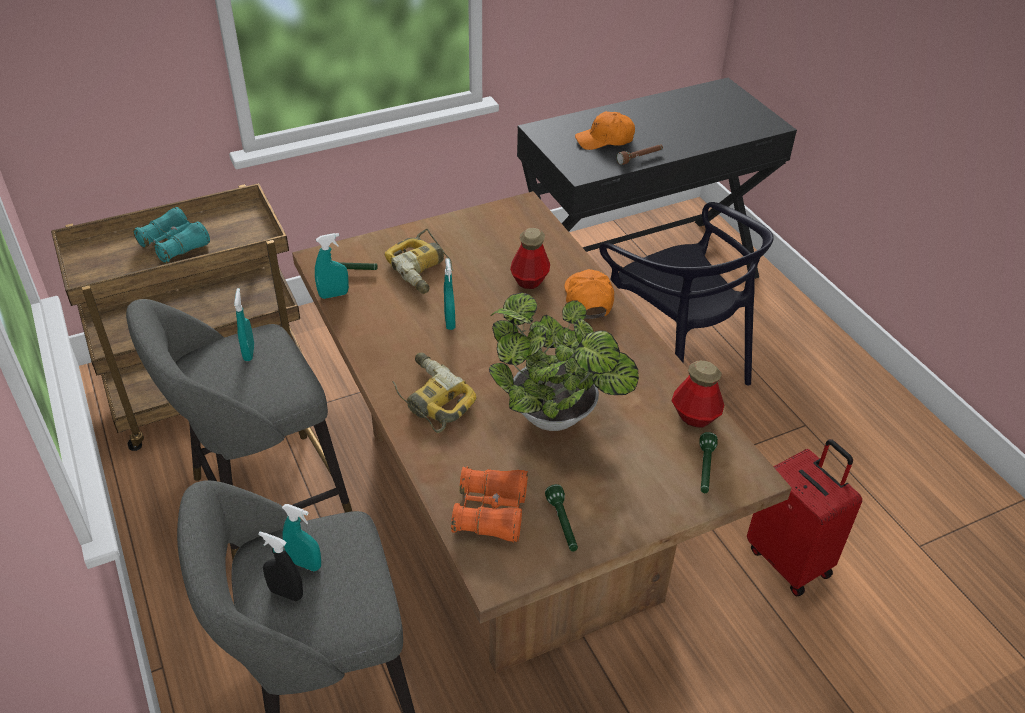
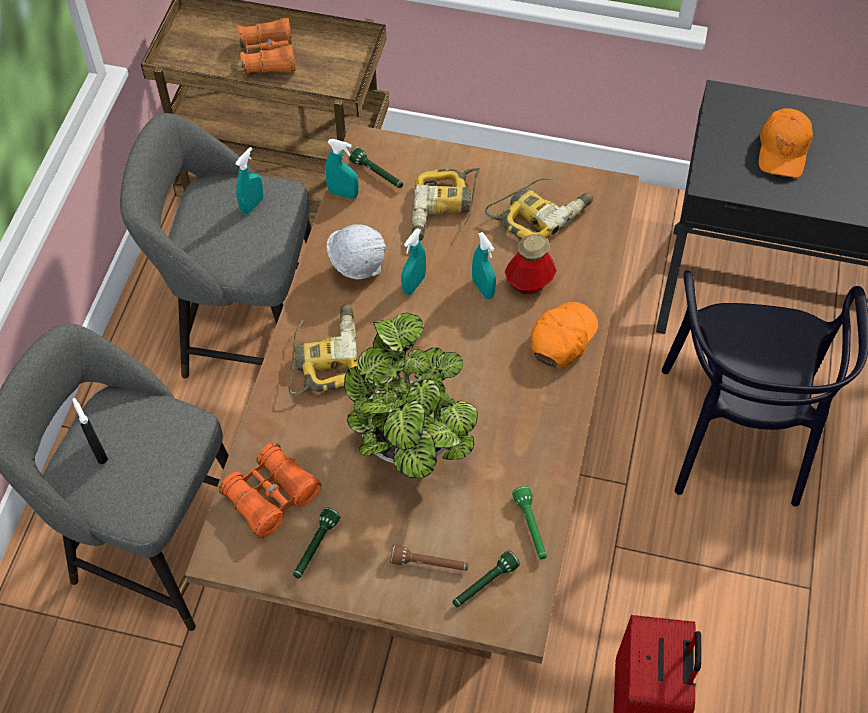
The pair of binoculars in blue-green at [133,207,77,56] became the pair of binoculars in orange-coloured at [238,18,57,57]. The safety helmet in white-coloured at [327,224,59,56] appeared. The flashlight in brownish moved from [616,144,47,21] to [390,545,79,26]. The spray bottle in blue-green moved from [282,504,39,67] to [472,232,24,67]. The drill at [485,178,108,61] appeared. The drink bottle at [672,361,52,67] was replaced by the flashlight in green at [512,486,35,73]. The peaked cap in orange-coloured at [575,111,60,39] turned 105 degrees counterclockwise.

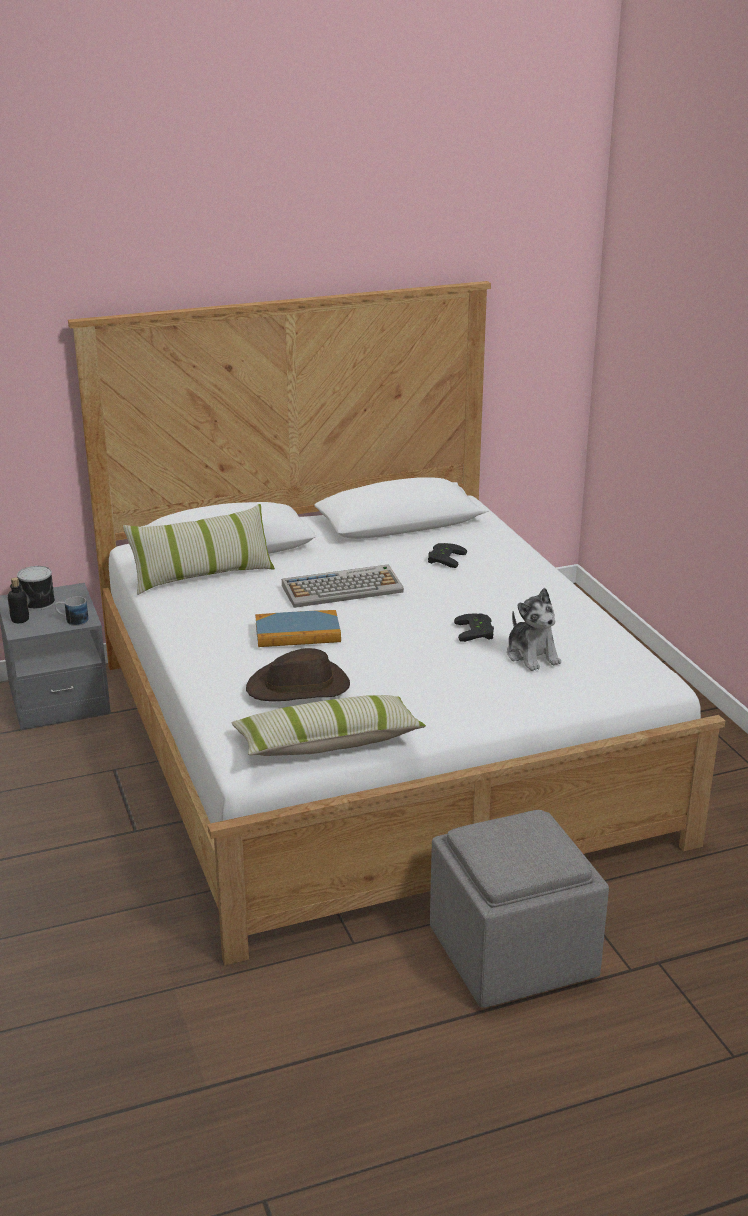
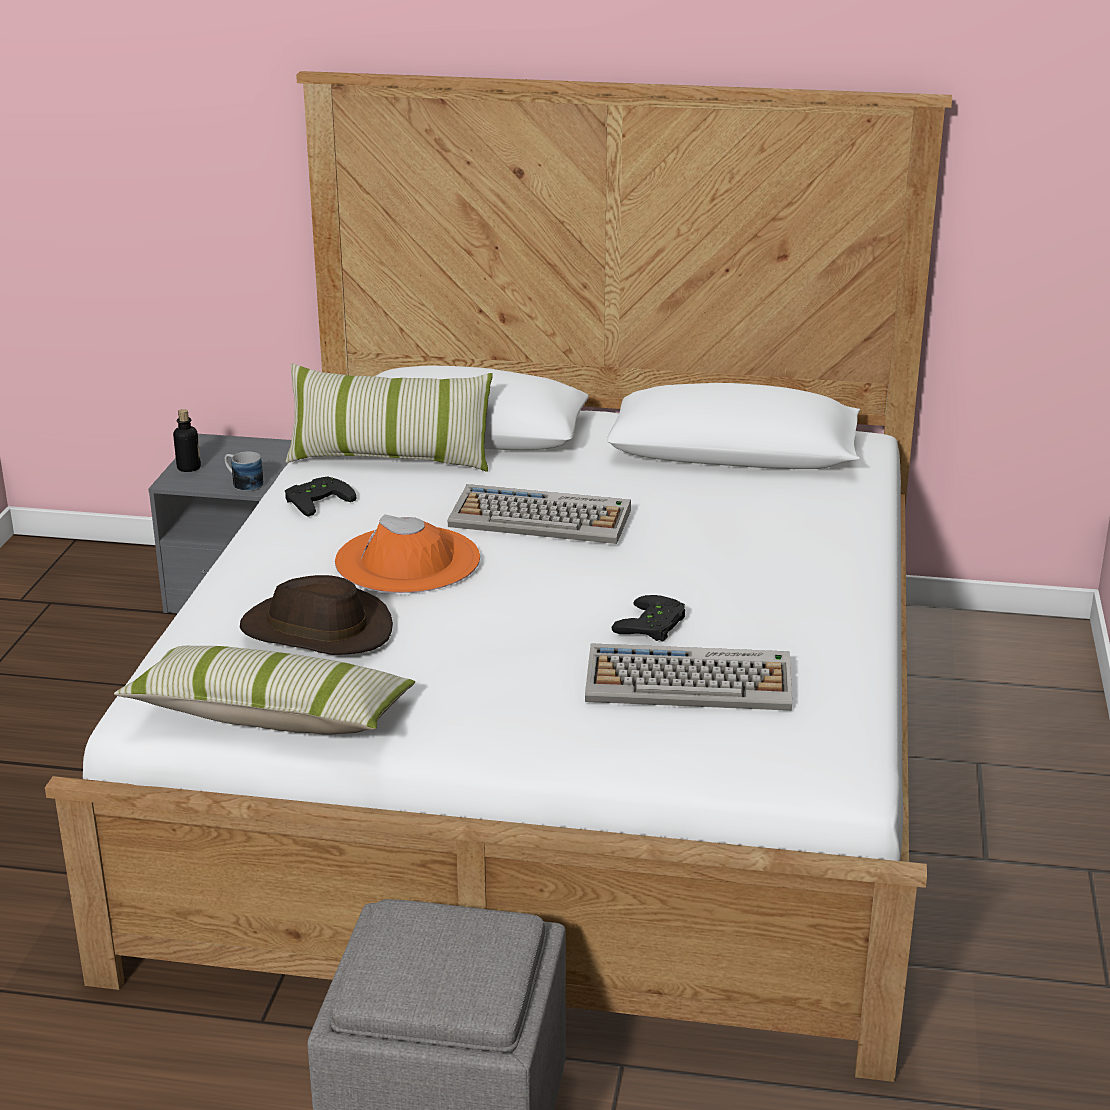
The gamepad in blackish moved from [428,543,39,25] to [285,476,72,41]. The bound book at [255,610,86,37] was replaced by the hat in orange-coloured at [335,514,145,79]. The cuddly toy at [507,588,54,83] was replaced by the PC keyboard at [585,643,207,68]. The metal can at [17,566,38,45] disappeared.

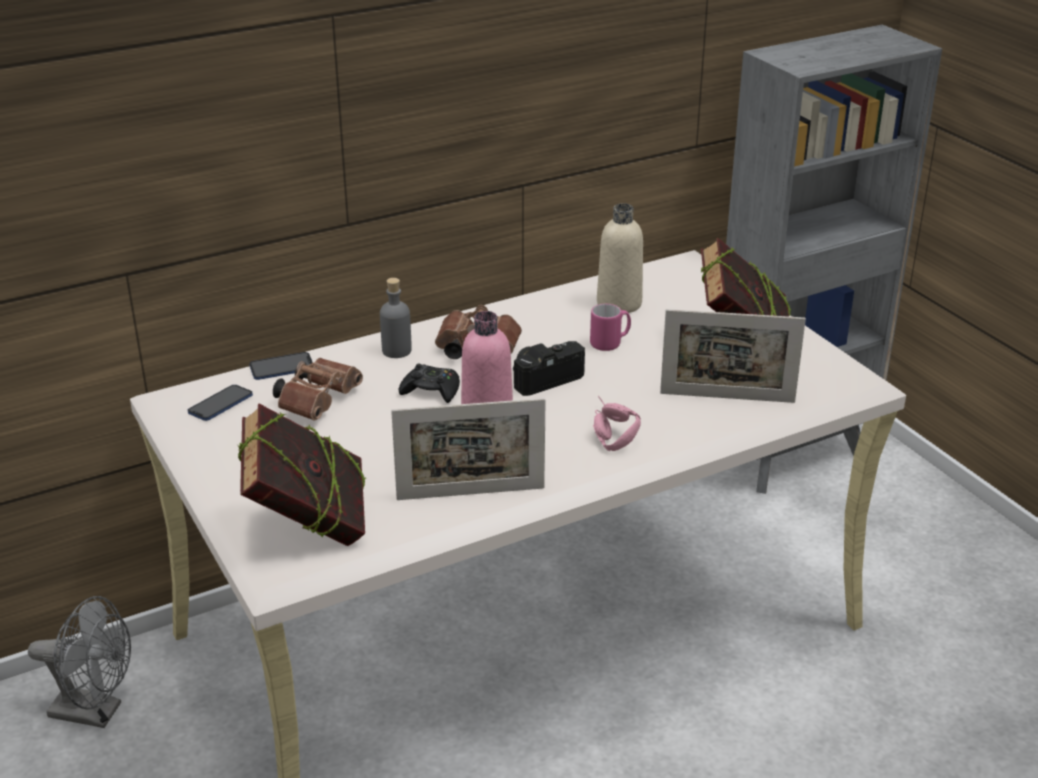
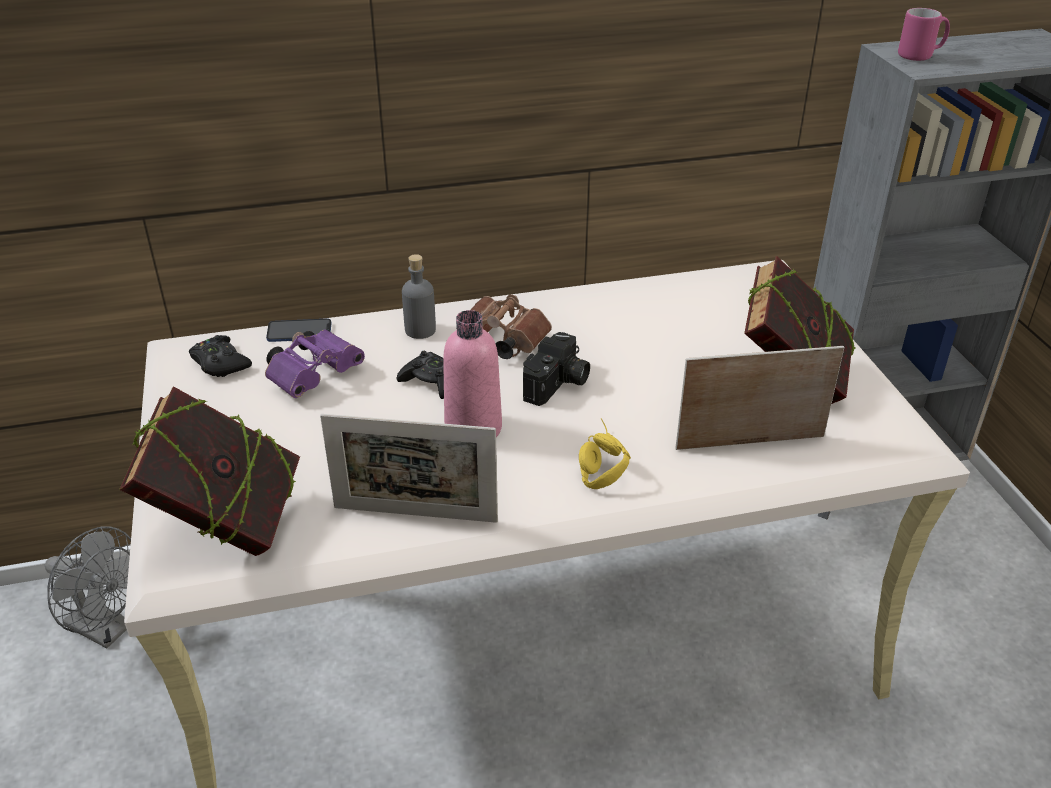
The phone at [188,385,65,36] was replaced by the gamepad in blackish at [189,335,63,42]. The pair of binoculars in brownish at [273,358,90,63] became the pair of binoculars in purplish at [265,330,100,68]. The still camera at [513,341,72,55] turned 135 degrees clockwise. The headset in pink-coloured at [593,396,48,55] became the headset in yellowish at [579,418,52,71]. The photo frame at [660,309,146,94] turned 150 degrees clockwise. The tea mug in pink-coloured moved from [590,304,41,47] to [898,8,52,53]. The drink bottle in beige-coloured at [597,203,46,110] disappeared.

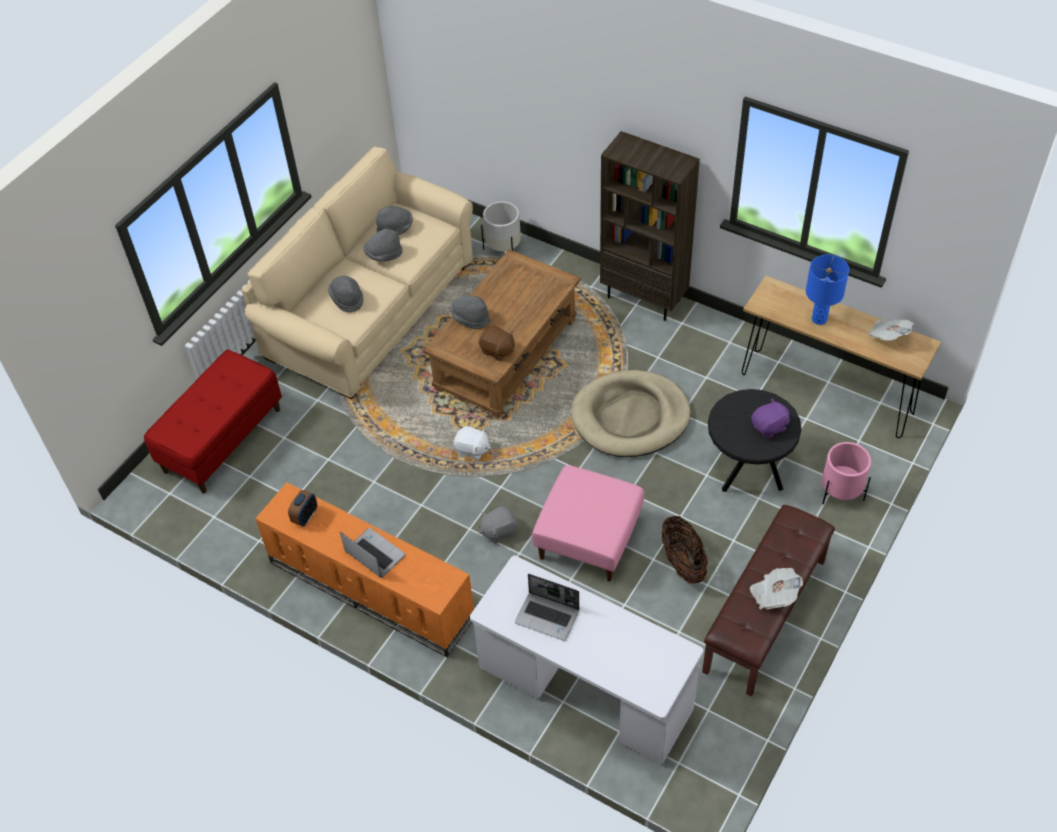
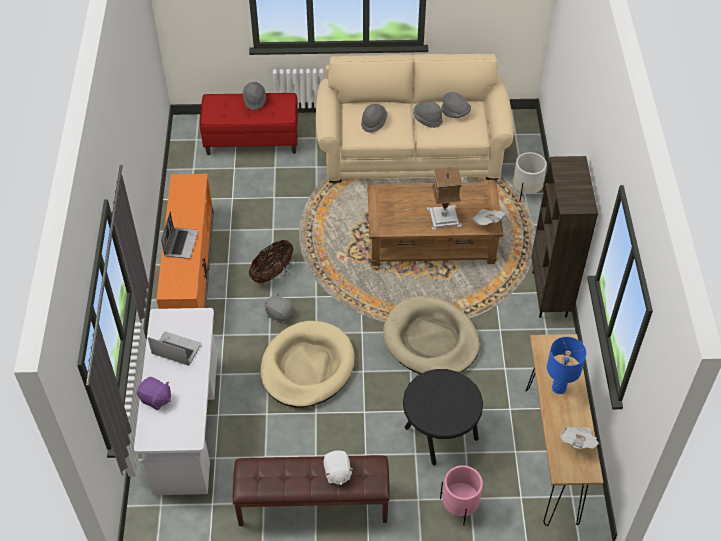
The cuddly toy in purplish moved from [751,398,39,40] to [137,377,34,33]. The notebook computer at [515,574,64,67] turned 120 degrees clockwise. The hat in gray moved from [451,295,39,34] to [243,82,23,28]. The basket moved from [661,516,47,68] to [249,240,44,43]. The ottoman in pink-coloured at [532,465,112,116] was replaced by the pet bed in beige-coloured at [260,321,95,87]. The cuddly toy in white-coloured moved from [454,426,37,34] to [323,450,30,35]. The tabletop lamp at [427,166,36,64] appeared. The daily paper moved from [750,568,53,41] to [471,209,34,16]. The alarm clock at [288,490,29,37] disappeared. The cuddly toy in brownish at [479,326,36,35] disappeared.

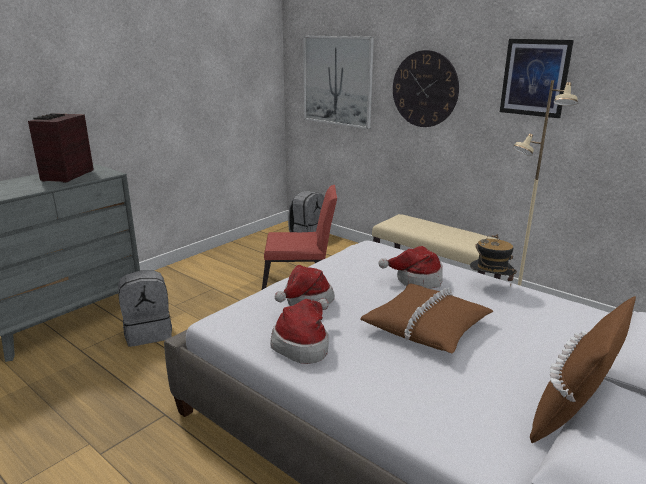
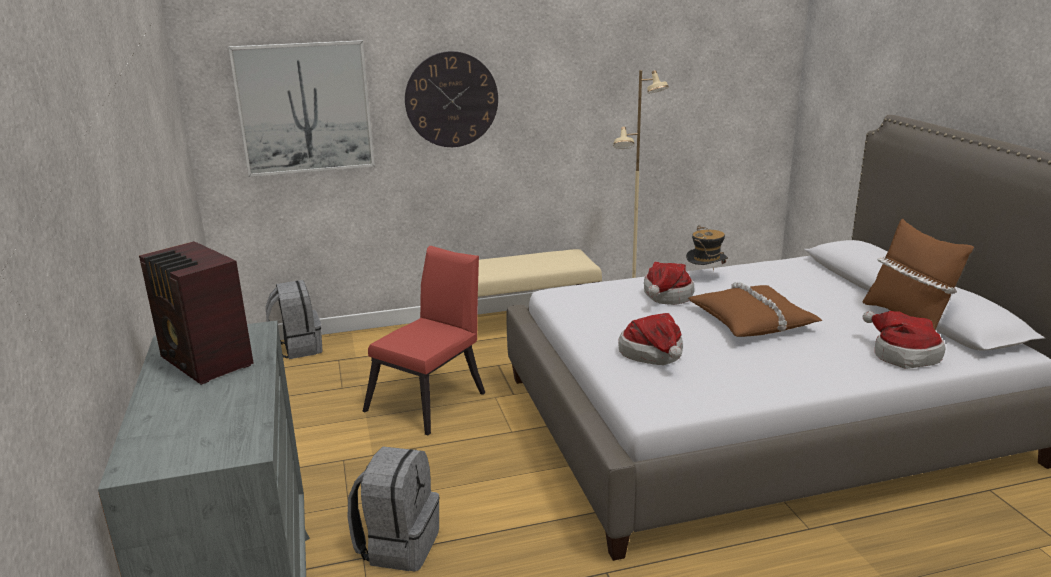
The hat moved from [270,299,59,65] to [863,311,83,58]. The wall art at [500,39,74,79] disappeared.

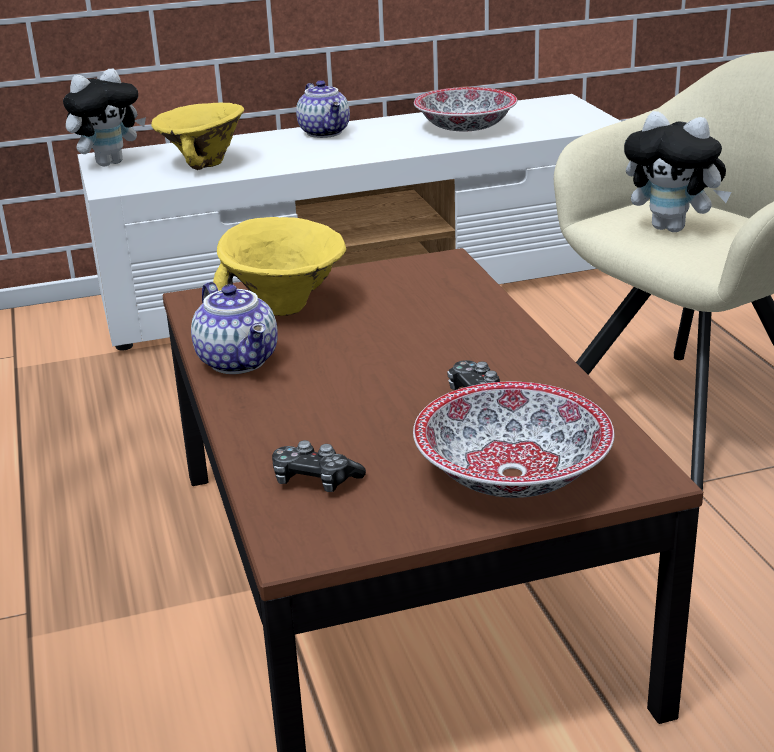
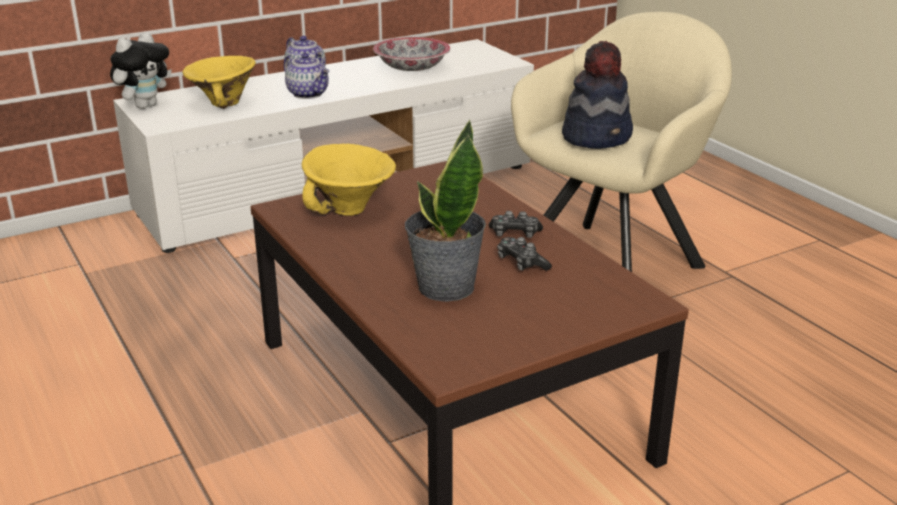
The tea pot moved from [191,281,87,93] to [284,53,45,46]. The plant in a pot at [405,120,81,182] appeared. The gamepad moved from [272,440,94,52] to [489,211,54,27]. The cuddly toy at [624,111,108,121] was replaced by the hat at [562,41,71,108]. The bowl at [413,382,201,116] disappeared.

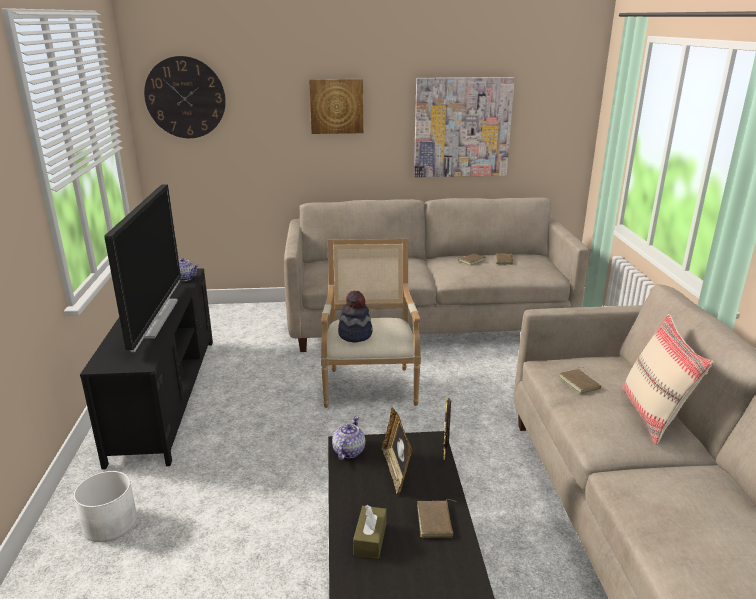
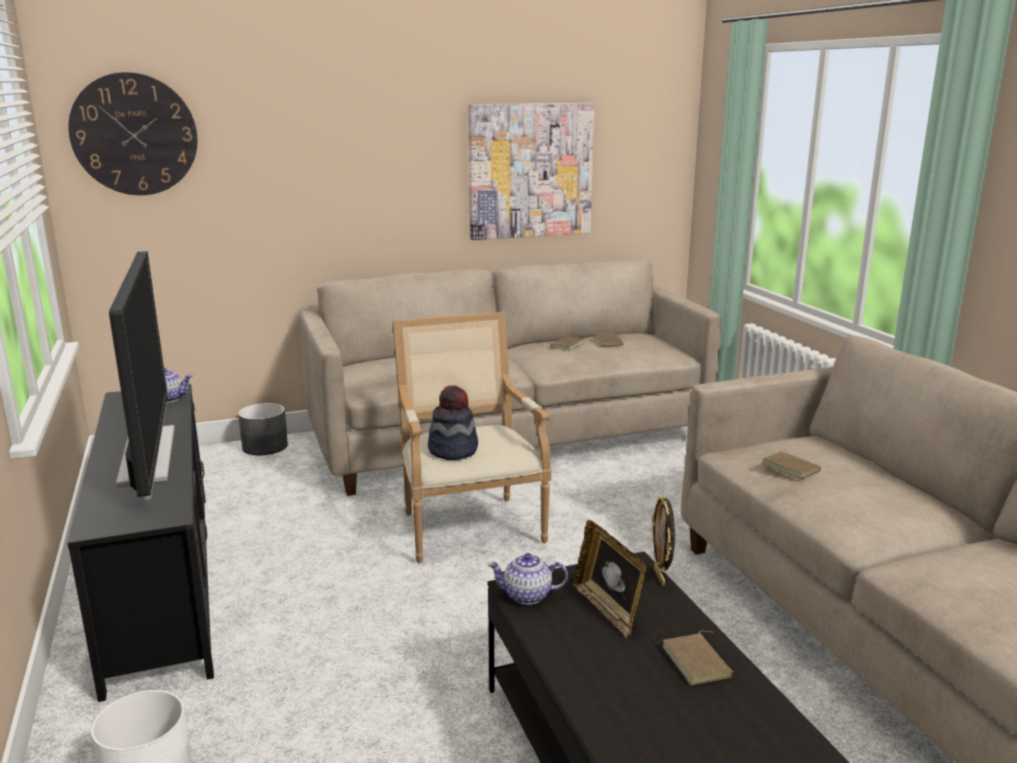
The planter in gray at [238,403,50,52] appeared. The tea pot at [332,416,34,44] turned 90 degrees counterclockwise. The wall art at [309,79,54,55] disappeared. The box of tissues in brownish at [353,505,34,54] disappeared. The cushion in beige-coloured at [622,314,92,131] disappeared.

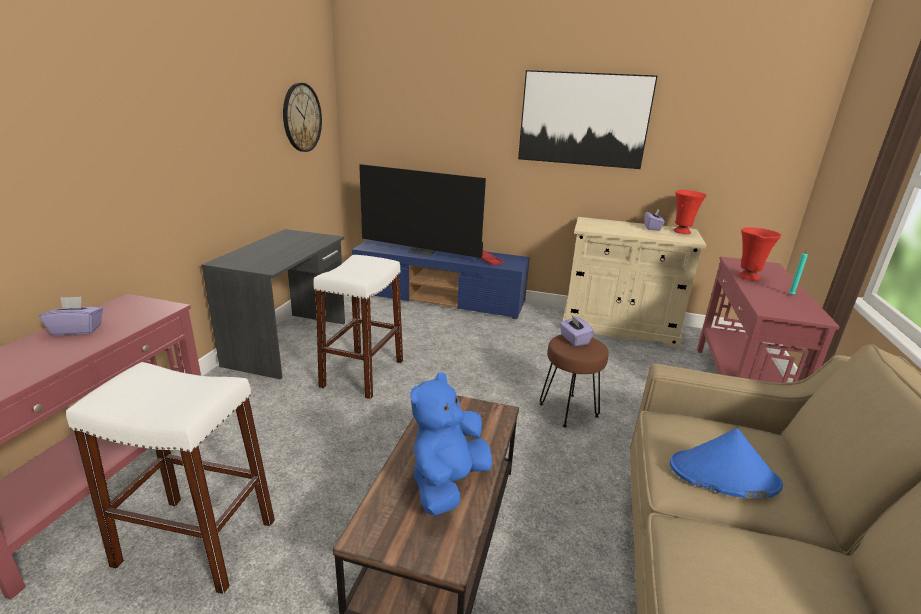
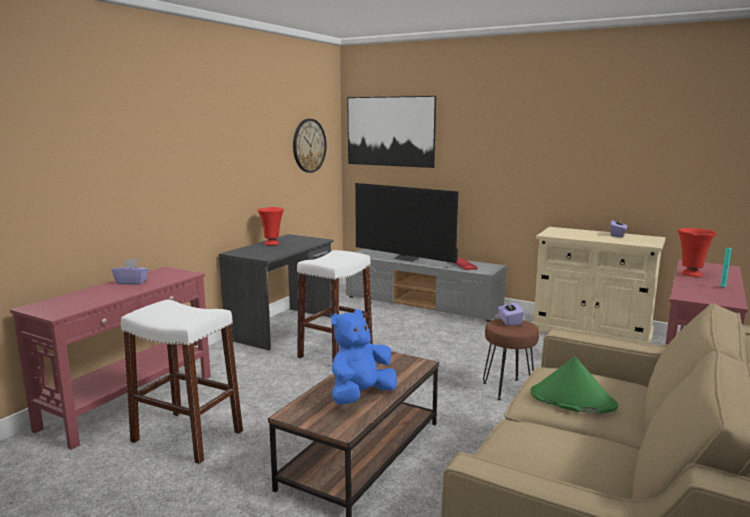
The decorative vase in red moved from [674,190,32,44] to [258,207,26,38]. The media console in bluish at [352,240,178,79] became the media console in gray at [346,249,160,73]. The wall art moved from [518,70,139,99] to [347,96,89,72]. The hat in bluish at [670,428,113,70] became the hat in green at [530,356,88,58].

